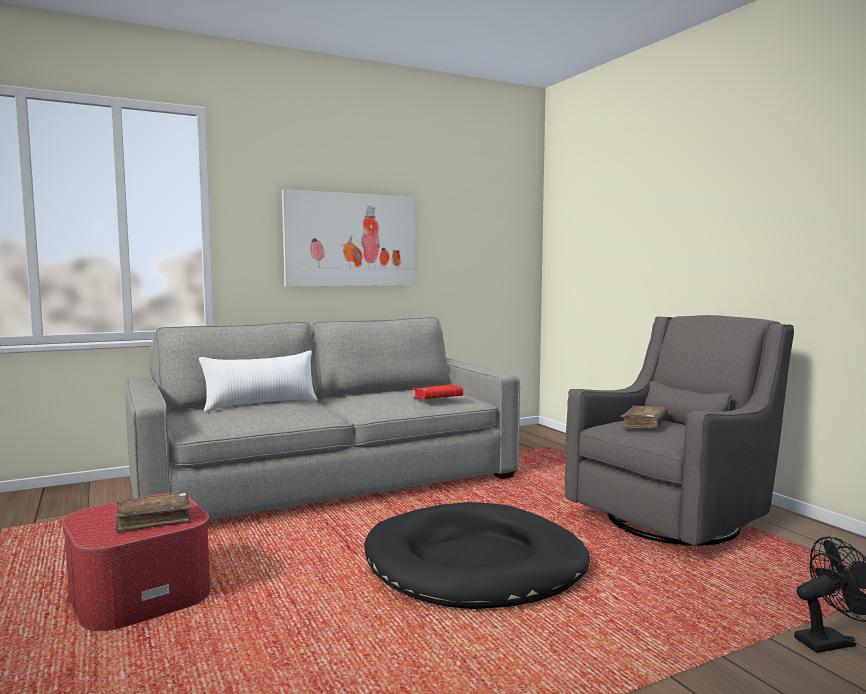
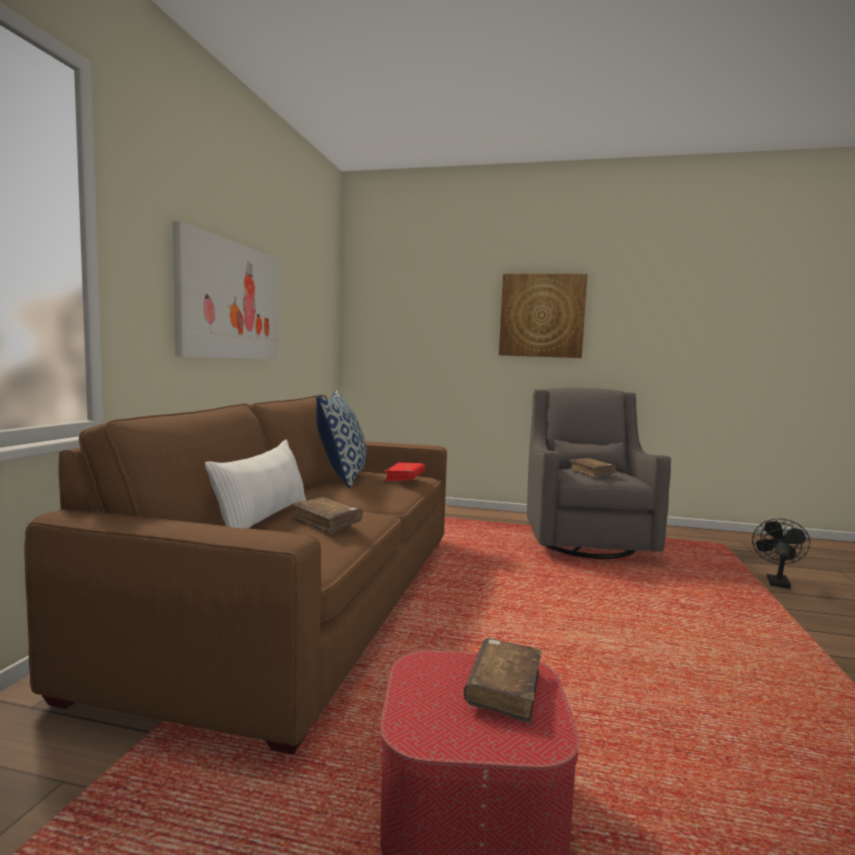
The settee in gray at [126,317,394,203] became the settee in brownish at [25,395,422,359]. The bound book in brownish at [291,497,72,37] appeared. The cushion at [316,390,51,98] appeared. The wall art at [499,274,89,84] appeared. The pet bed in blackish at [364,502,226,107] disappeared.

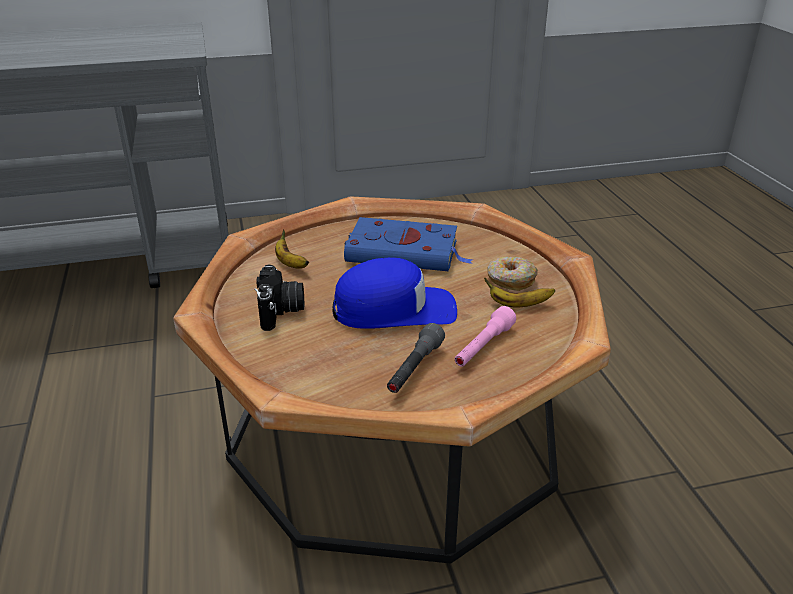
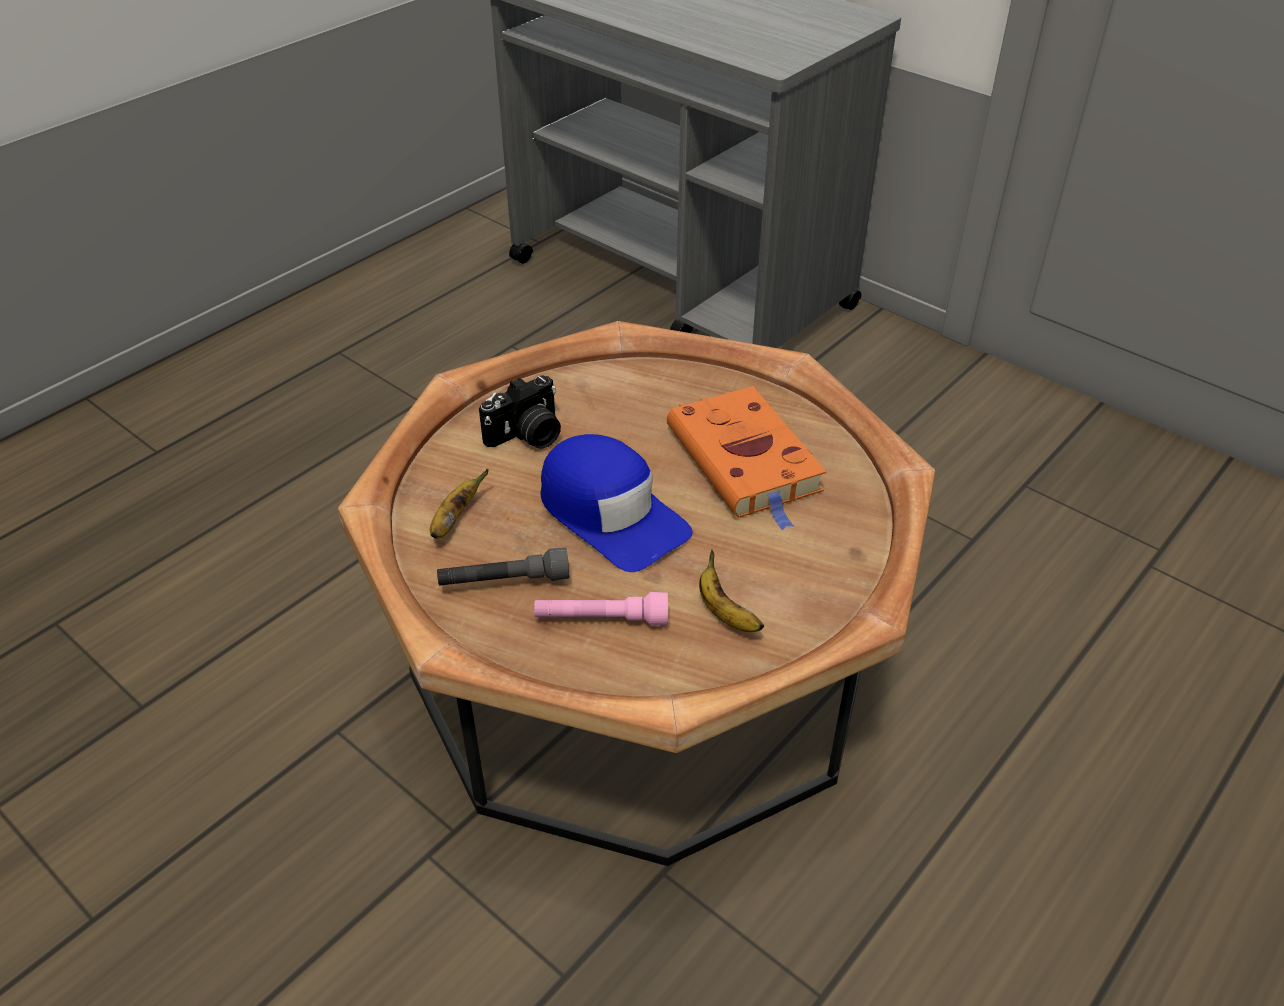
The whole banana moved from [275,230,34,39] to [430,469,59,70]. The bound book in bluish at [344,217,130,54] became the bound book in orange-coloured at [667,386,159,145]. The donut at [487,257,51,34] disappeared.

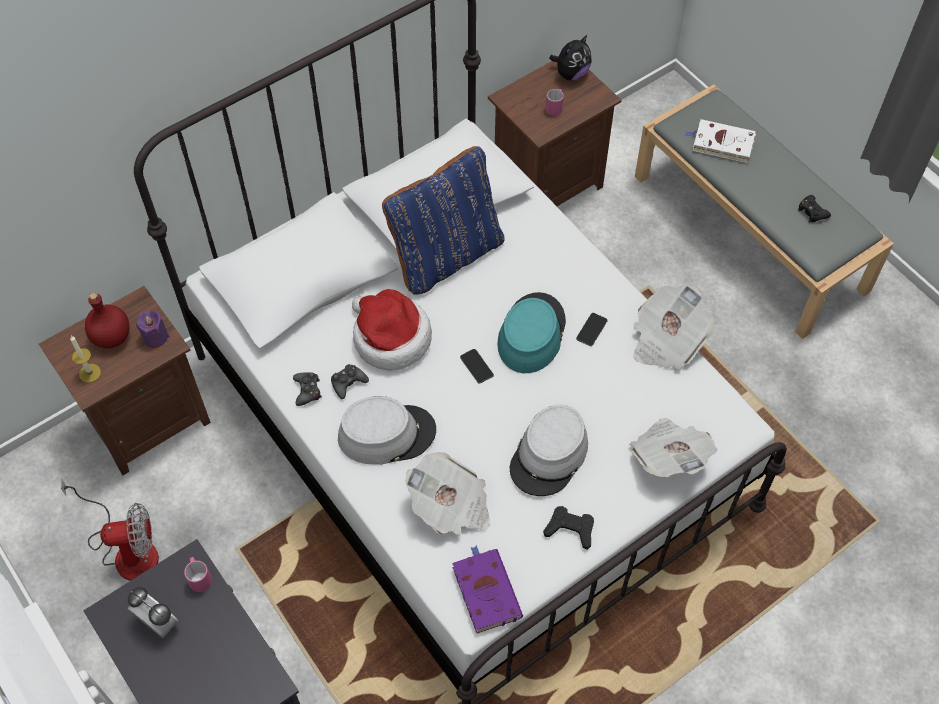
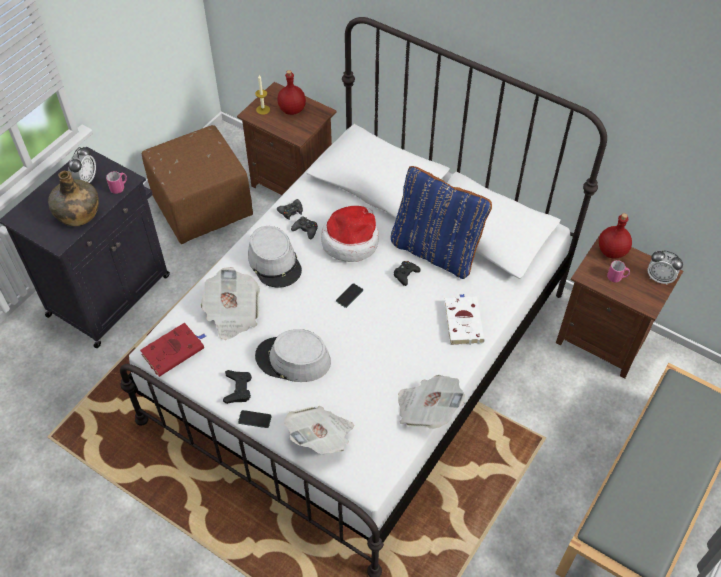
The drink bottle in green at [48,171,51,55] appeared. The bound book in purplish at [452,545,71,88] became the bound book in red at [140,323,66,54]. The electric fan at [61,478,98,103] was replaced by the ottoman in brownish at [142,125,111,119]. The phone moved from [576,313,32,33] to [238,410,34,18]. The gamepad in blackish moved from [798,195,33,27] to [393,261,28,25]. The bound book in white-coloured moved from [685,119,71,44] to [444,294,41,51]. The drink bottle in red at [599,213,33,46] appeared. The cuddly toy at [549,35,43,46] was replaced by the alarm clock at [647,251,36,34]. The candle in purplish at [136,310,33,39] disappeared. The hat in blue-green at [497,292,69,81] disappeared.

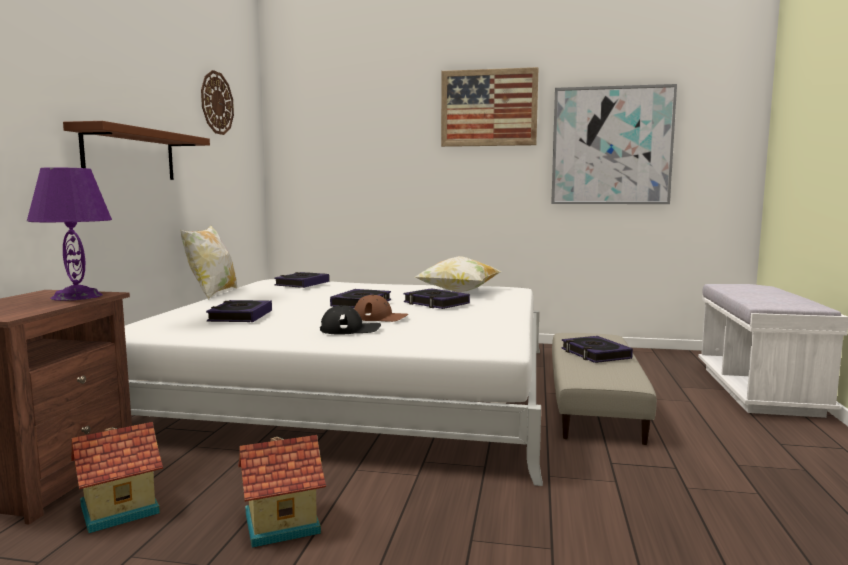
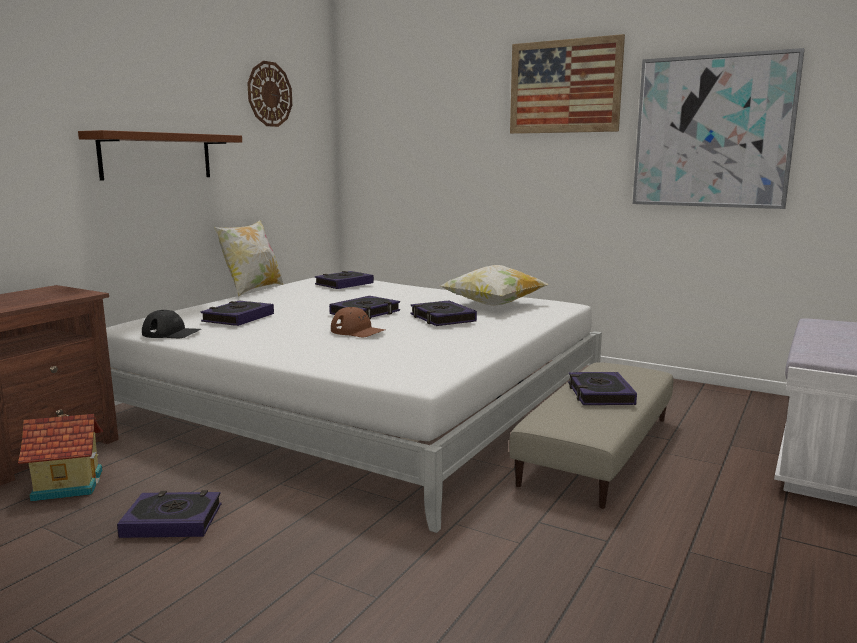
The toy house at [238,435,88,113] was replaced by the bound book at [117,490,104,48]. The peaked cap in blackish moved from [320,305,61,30] to [142,310,59,28]. The tabletop lamp in purplish at [27,167,85,134] disappeared.

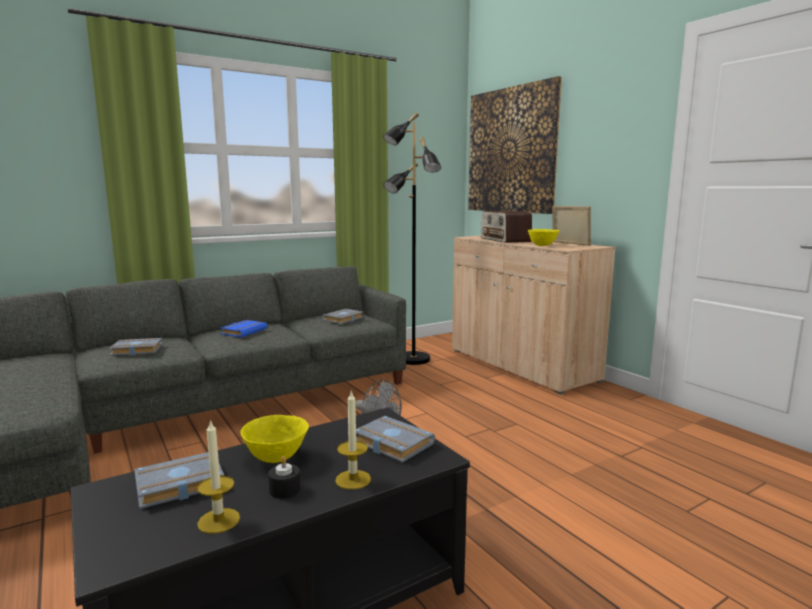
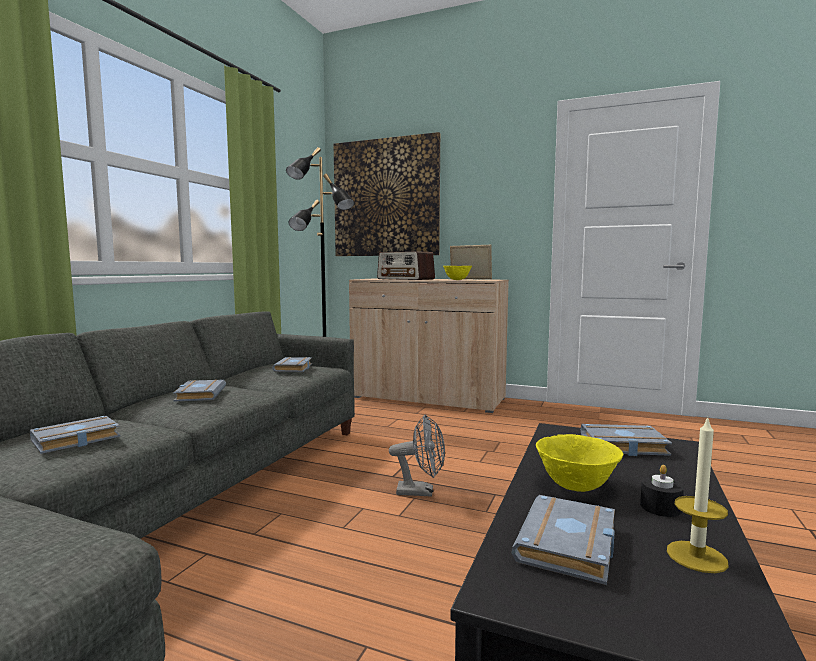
The bound book in bluish at [220,320,48,17] became the bound book in gray at [173,379,53,22]. The candle at [335,391,36,99] disappeared.

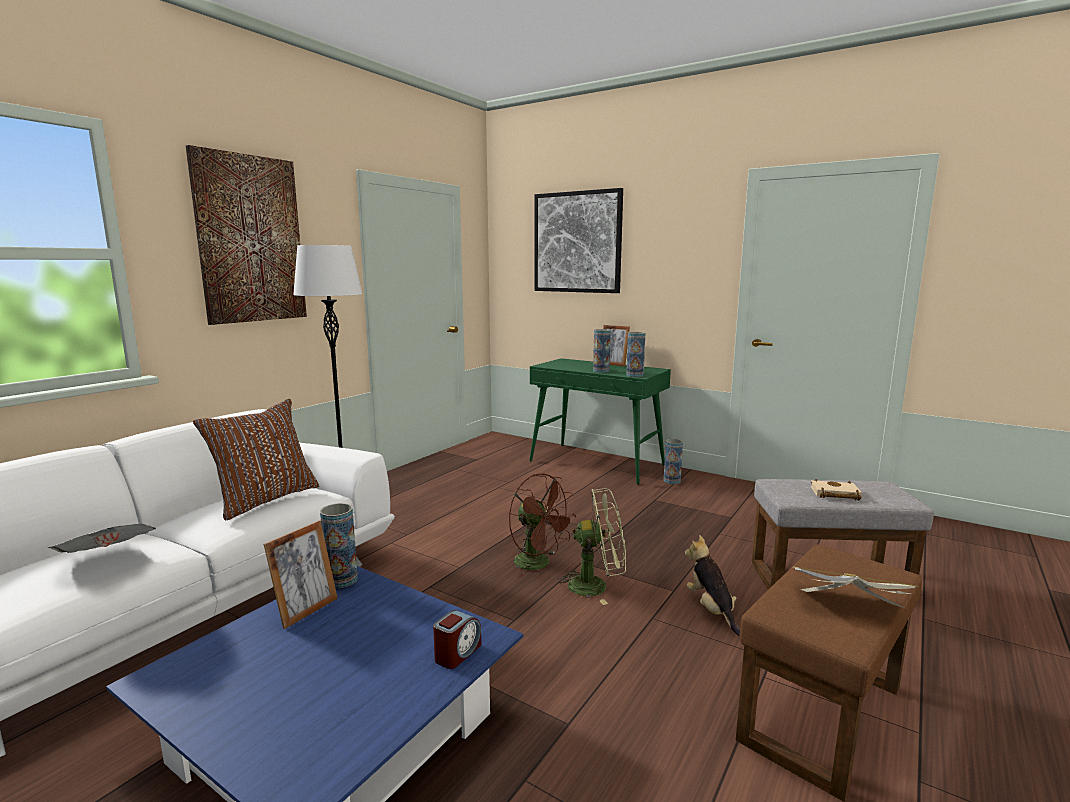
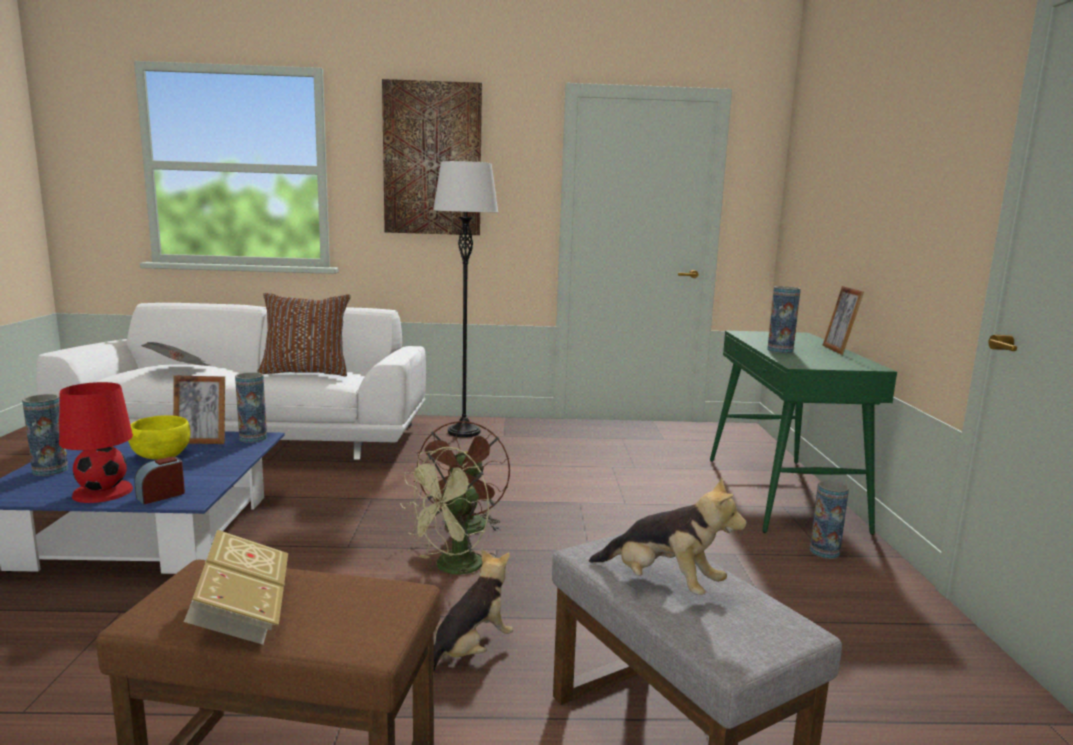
The decorative vase moved from [626,332,19,45] to [22,394,46,82]. The tabletop lamp in red at [59,382,74,121] appeared. The bowl in yellowish at [128,415,63,44] appeared. The alarm clock at [433,610,48,59] turned 135 degrees clockwise. The electric fan in green at [556,488,70,117] turned 75 degrees clockwise. The bound book in beige-coloured at [810,479,52,21] was replaced by the cuddly toy at [589,476,158,119]. The wall art at [535,188,88,105] disappeared.

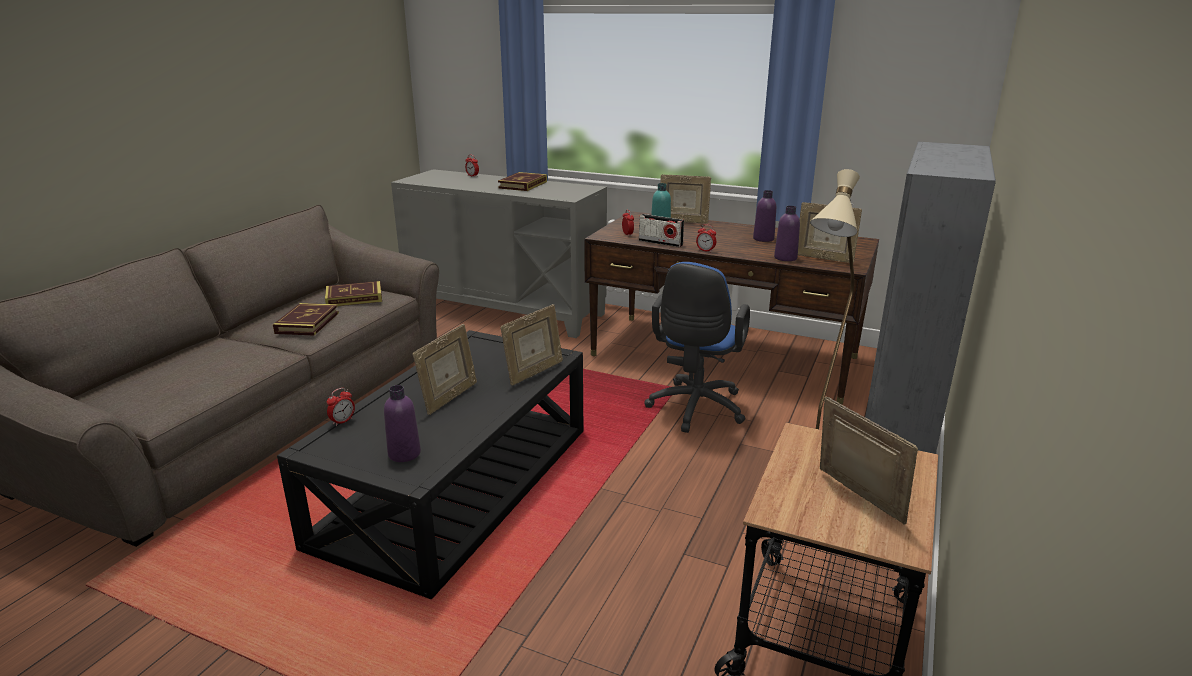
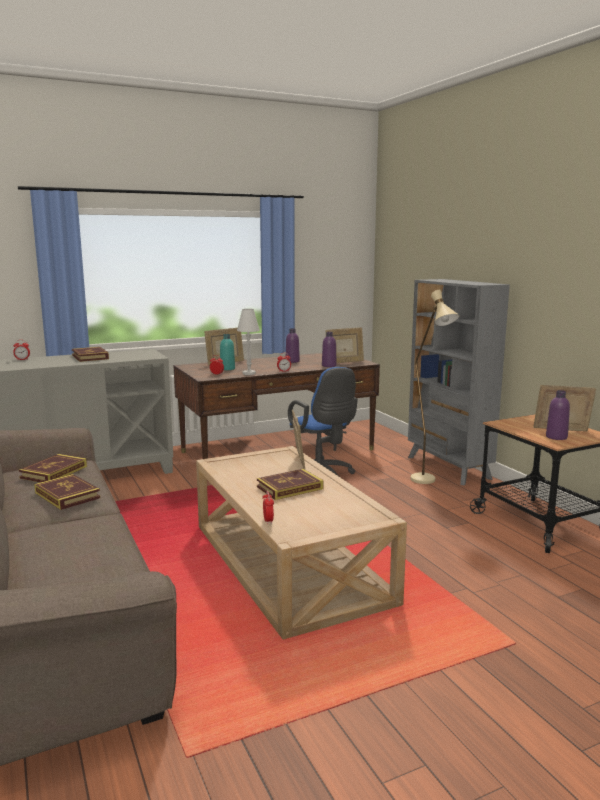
The lounge table in blackish at [277,330,306,269] became the lounge table in beige-coloured at [196,446,211,193]. The radio at [639,214,45,33] was replaced by the tabletop lamp in white-coloured at [237,309,23,66]. The photo frame at [413,324,64,91] was replaced by the bound book at [257,469,67,31]. The drink bottle in purplish moved from [384,385,37,77] to [546,390,24,50].

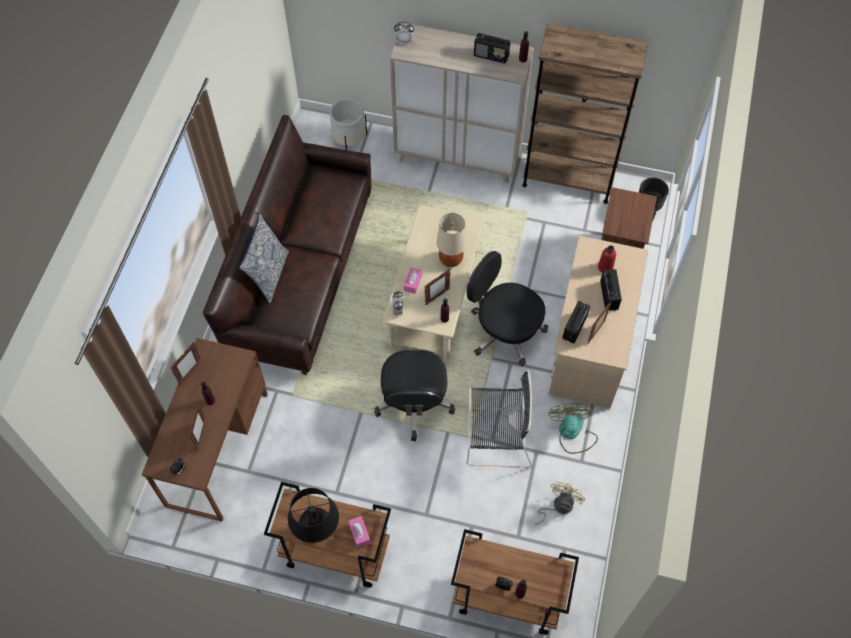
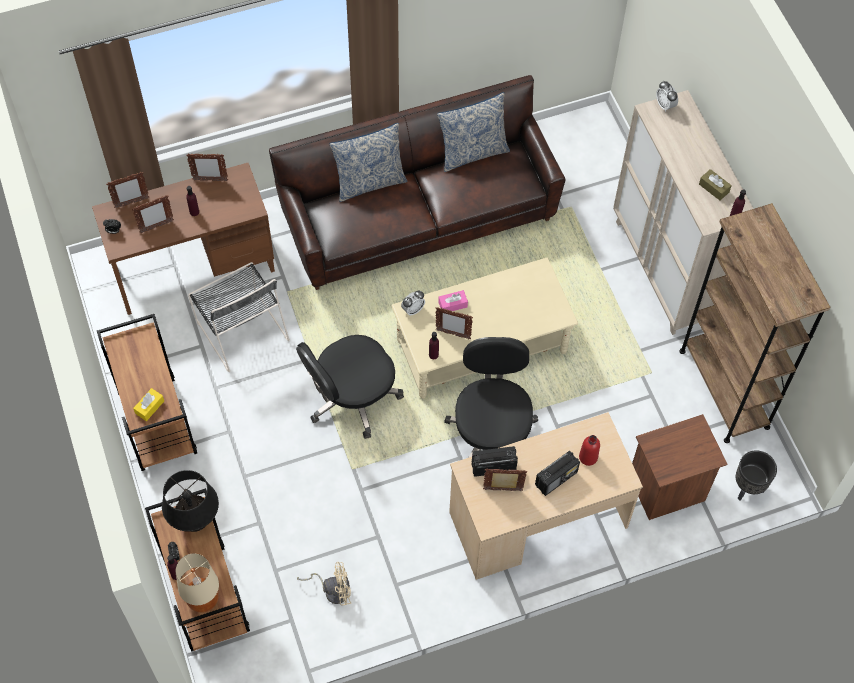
The photo frame at [106,172,43,37] appeared. The box of tissues in pink-coloured at [348,516,23,32] became the box of tissues in yellowish at [133,388,31,33]. The tabletop lamp in blackish moved from [288,488,51,55] to [162,470,57,62]. The tabletop lamp in beige-coloured moved from [437,213,30,54] to [175,554,44,59]. The plain chair in blackish moved from [467,370,65,98] to [188,262,102,110]. The cushion at [437,92,73,80] appeared. The radio at [474,33,37,31] was replaced by the box of tissues in brownish at [699,169,33,31]. The planter in white-coloured at [330,99,37,51] disappeared. The electric fan at [548,403,50,51] disappeared.

